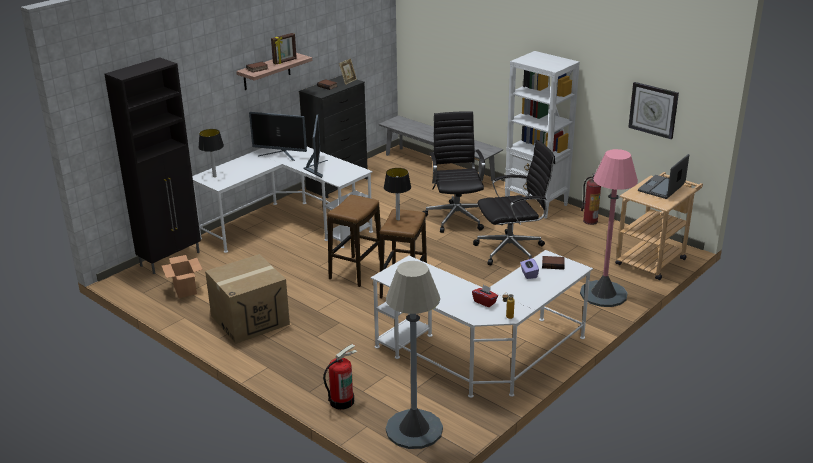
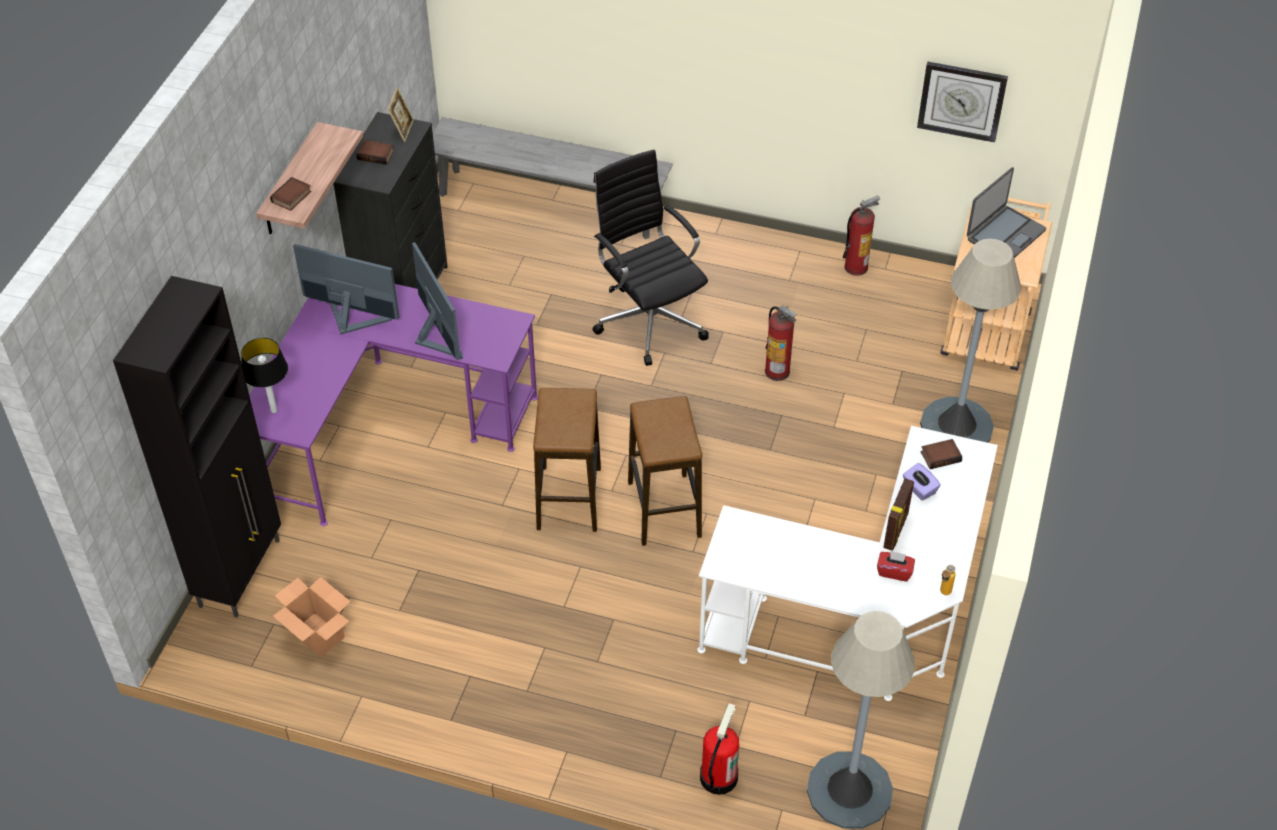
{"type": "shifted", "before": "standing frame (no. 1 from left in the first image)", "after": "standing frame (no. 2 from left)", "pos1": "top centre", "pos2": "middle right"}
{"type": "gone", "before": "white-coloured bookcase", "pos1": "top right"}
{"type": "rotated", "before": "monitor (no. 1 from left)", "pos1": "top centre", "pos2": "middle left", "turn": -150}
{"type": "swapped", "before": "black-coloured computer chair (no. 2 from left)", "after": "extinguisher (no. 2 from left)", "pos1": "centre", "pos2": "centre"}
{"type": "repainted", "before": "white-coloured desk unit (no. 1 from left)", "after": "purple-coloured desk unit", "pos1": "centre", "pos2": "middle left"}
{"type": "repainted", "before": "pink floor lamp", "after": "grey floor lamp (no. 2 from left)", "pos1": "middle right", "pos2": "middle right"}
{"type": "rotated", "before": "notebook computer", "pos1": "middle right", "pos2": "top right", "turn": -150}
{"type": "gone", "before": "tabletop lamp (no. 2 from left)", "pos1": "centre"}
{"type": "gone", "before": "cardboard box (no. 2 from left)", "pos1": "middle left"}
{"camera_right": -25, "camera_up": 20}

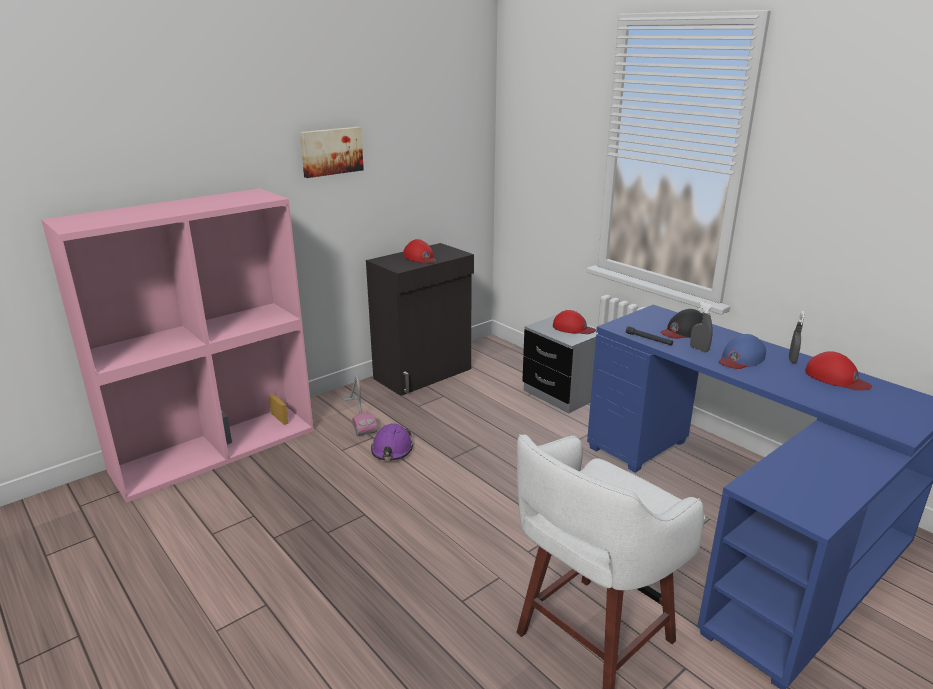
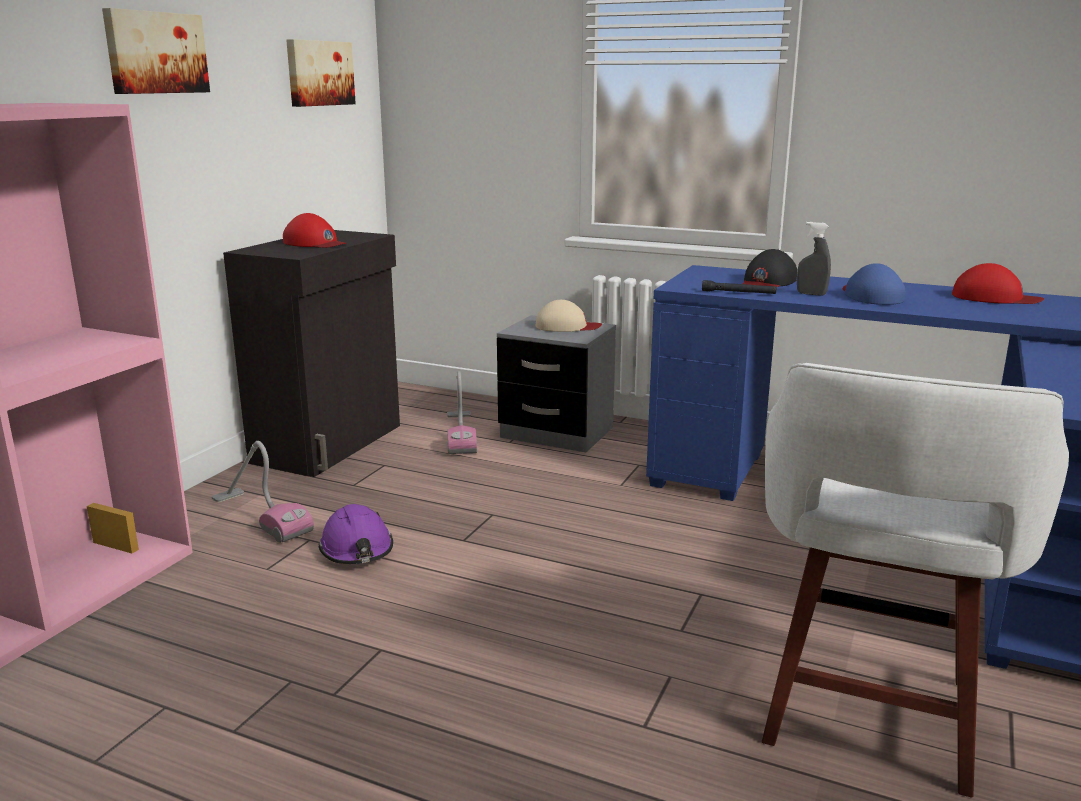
{"type": "repainted", "before": "red-coloured baseball cap (no. 2 from left)", "after": "sand-coloured baseball cap", "pos1": "centre", "pos2": "centre"}
{"type": "gone", "before": "grey hand sprayer (no. 2 from left)", "pos1": "middle right"}
{"type": "rotated", "before": "blue baseball cap", "pos1": "middle right", "pos2": "middle right", "turn": 150}
{"type": "new", "after": "wall picture (no. 2 from left)", "pos2": "top left"}
{"type": "new", "after": "vacuum (no. 2 from left)", "pos2": "centre"}
{"camera_right": -25, "camera_up": -5}

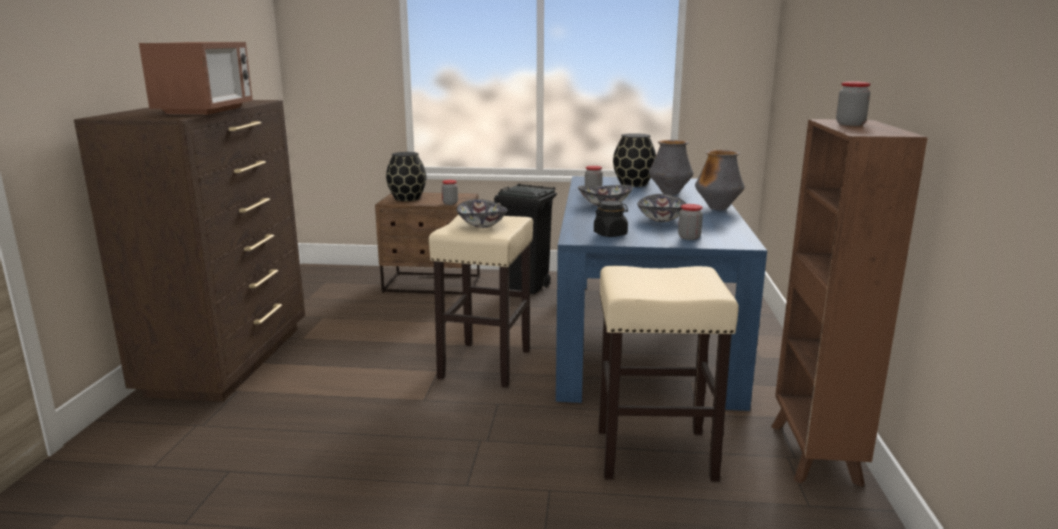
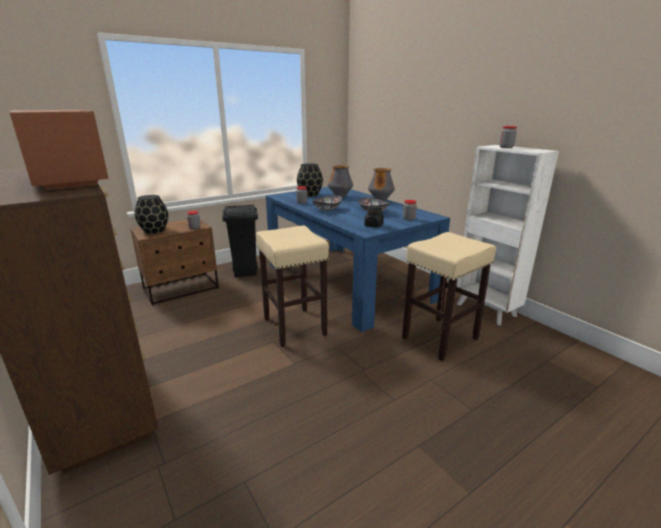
{"type": "repainted", "before": "brownish bookcase", "after": "white-coloured bookcase", "pos1": "middle right", "pos2": "middle right"}
{"type": "gone", "before": "serving bowl (no. 1 from left)", "pos1": "centre"}
{"camera_right": -40, "camera_up": 5}

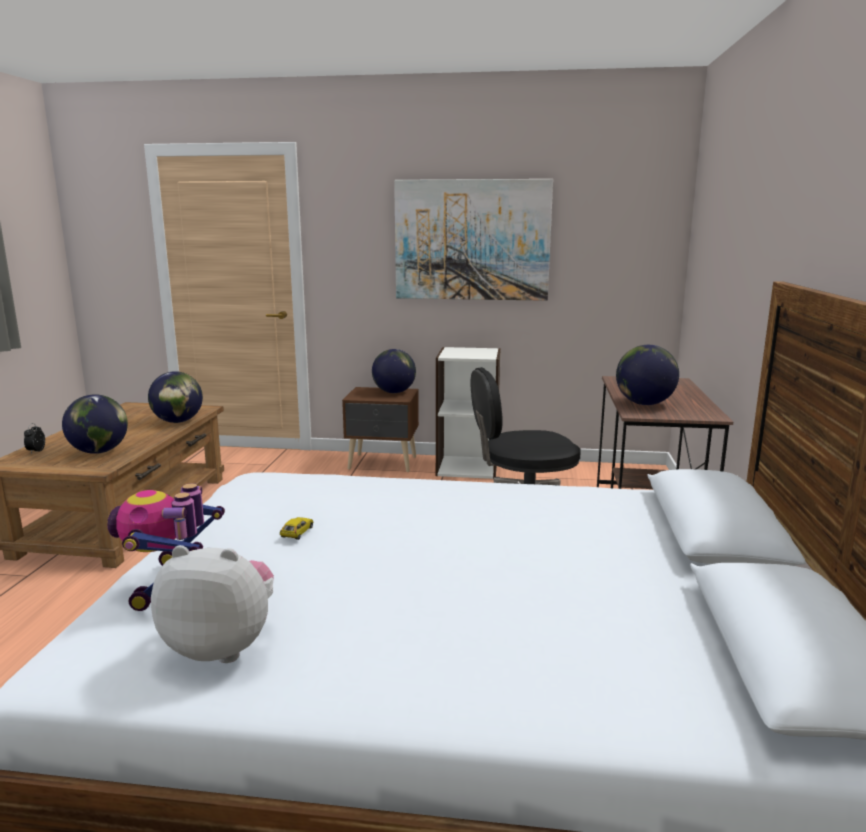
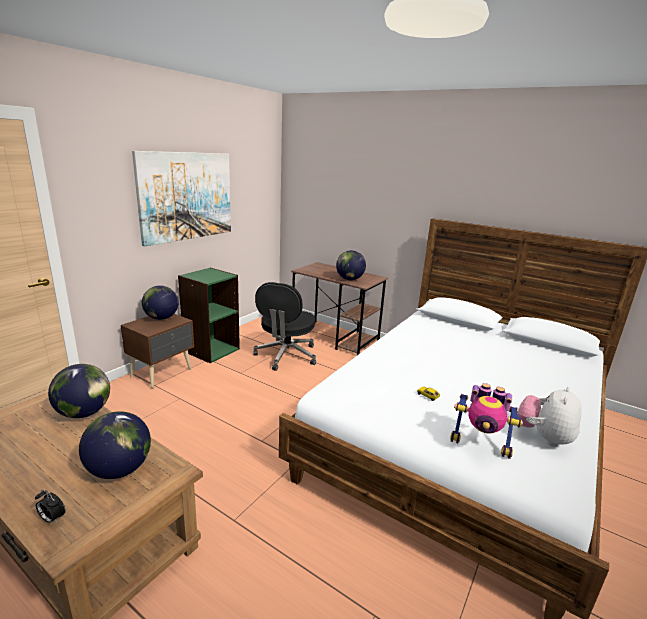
{"type": "repainted", "before": "white-coloured bookcase", "after": "greenish bookcase", "pos1": "centre", "pos2": "middle left"}
{"camera_right": -65, "camera_up": 5}

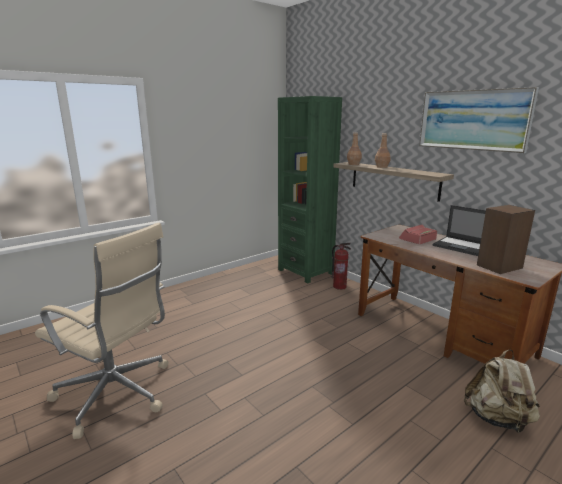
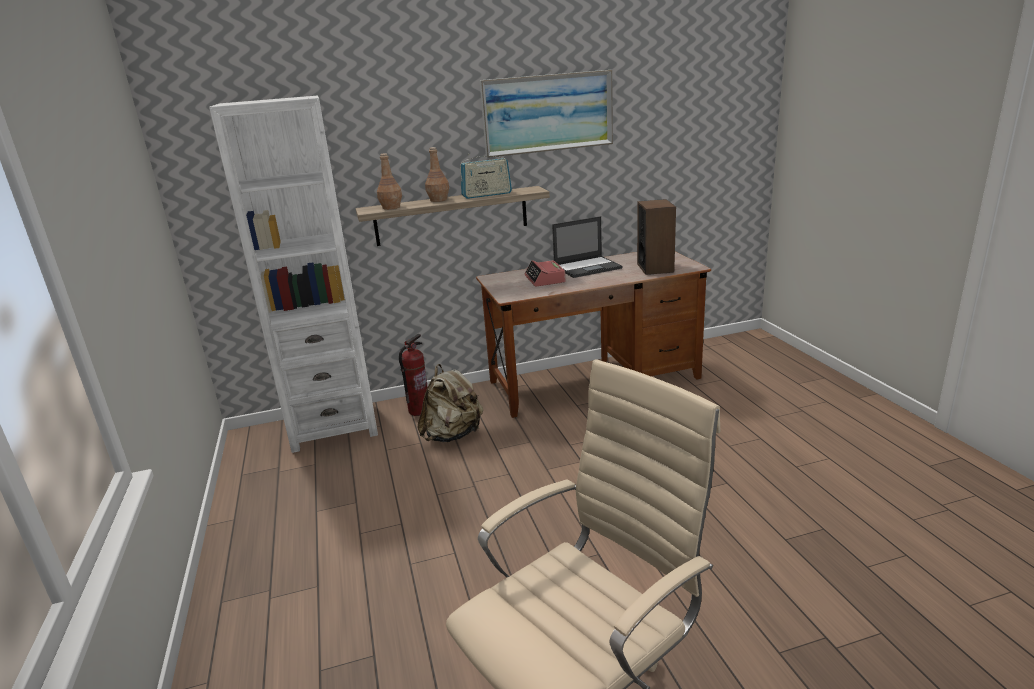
{"type": "repainted", "before": "greenish bookcase", "after": "white-coloured bookcase", "pos1": "centre", "pos2": "middle left"}
{"type": "shifted", "before": "sand-coloured knapsack", "pos1": "bottom right", "pos2": "centre"}
{"type": "new", "after": "radio receiver", "pos2": "top centre"}
{"camera_right": -65, "camera_up": 5}

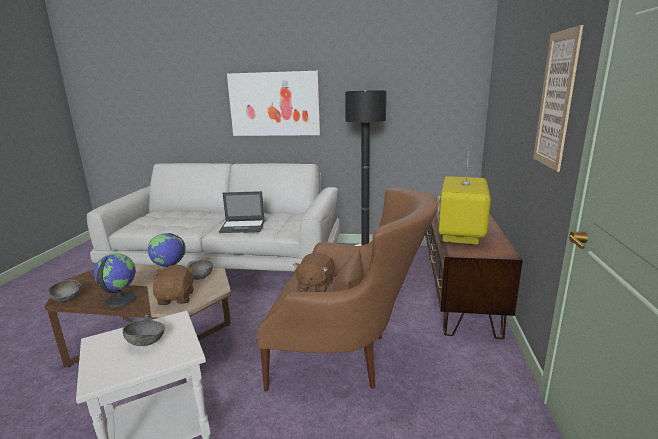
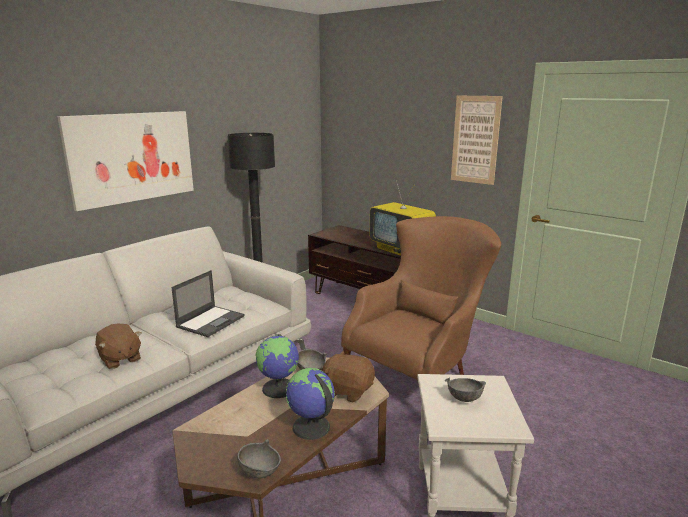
{"type": "shifted", "before": "brownish plush toy (no. 2 from left in the first image)", "after": "brownish plush toy (no. 1 from left)", "pos1": "centre", "pos2": "bottom left"}
{"camera_right": -60, "camera_up": 0}

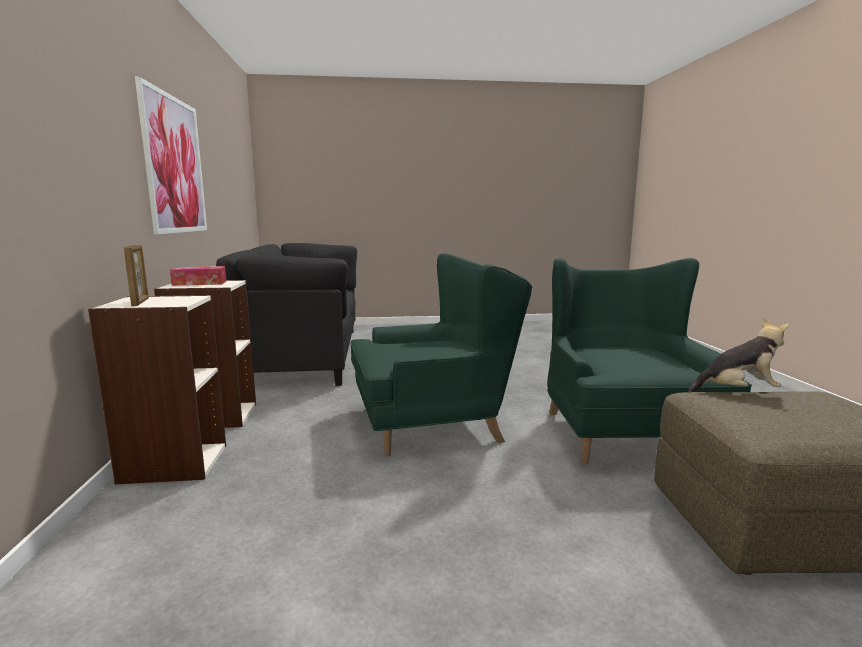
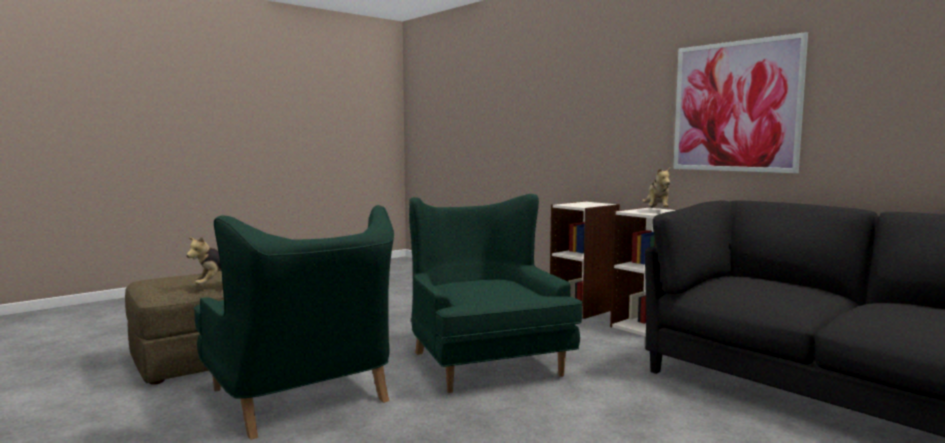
{"type": "gone", "before": "standing frame", "pos1": "middle left"}
{"type": "rotated", "before": "greenish easy chair (no. 1 from left in the first image)", "pos1": "centre", "pos2": "centre", "turn": 120}
{"type": "swapped", "before": "box of tissues", "after": "plush toy (no. 2 from left)", "pos1": "middle left", "pos2": "middle right"}
{"camera_right": 145, "camera_up": -5}

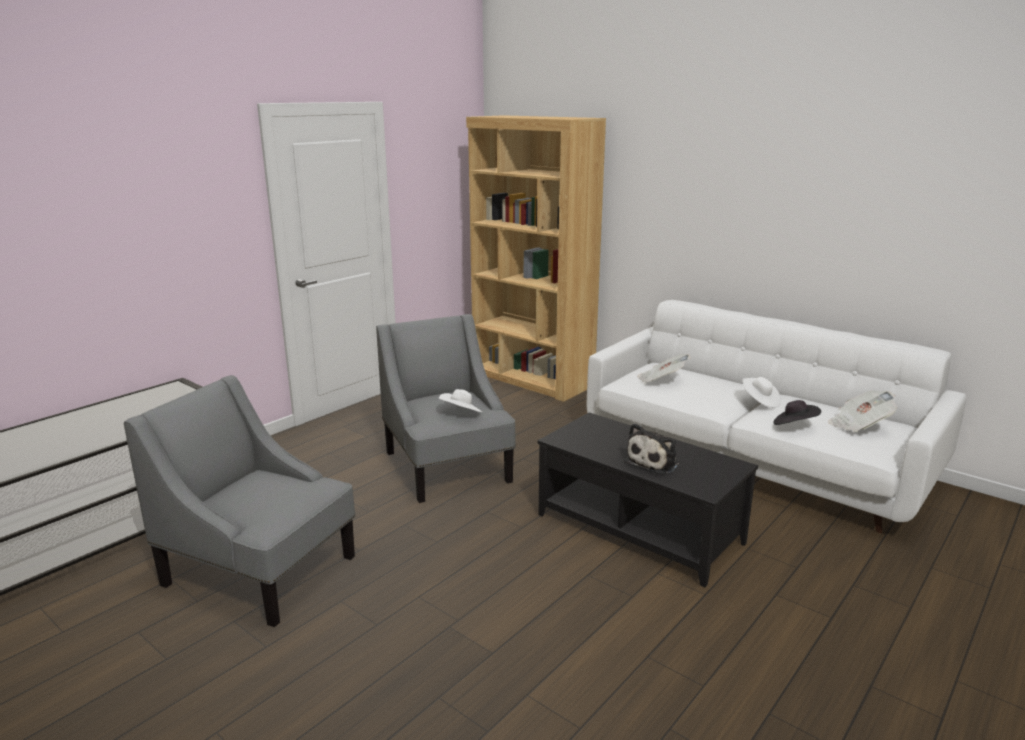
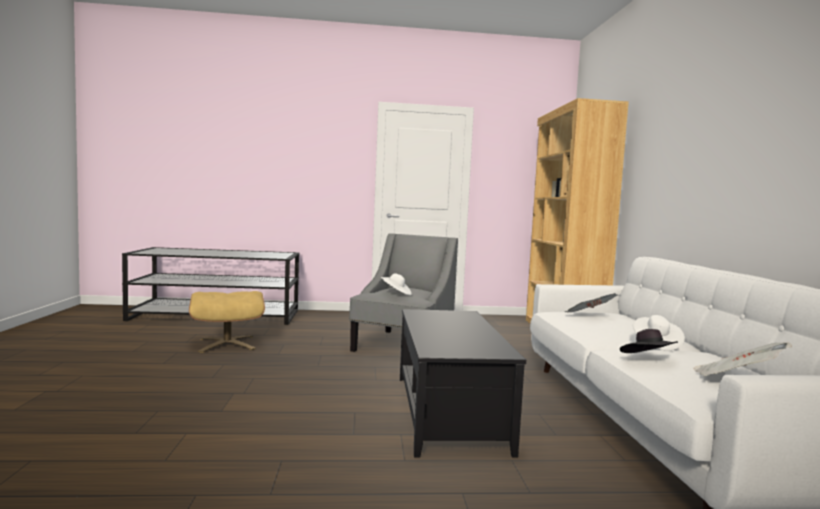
{"type": "swapped", "before": "grey easy chair (no. 1 from left)", "after": "sand-coloured ottoman", "pos1": "bottom left", "pos2": "middle left"}
{"type": "gone", "before": "plush toy", "pos1": "centre"}
{"camera_right": 45, "camera_up": -15}

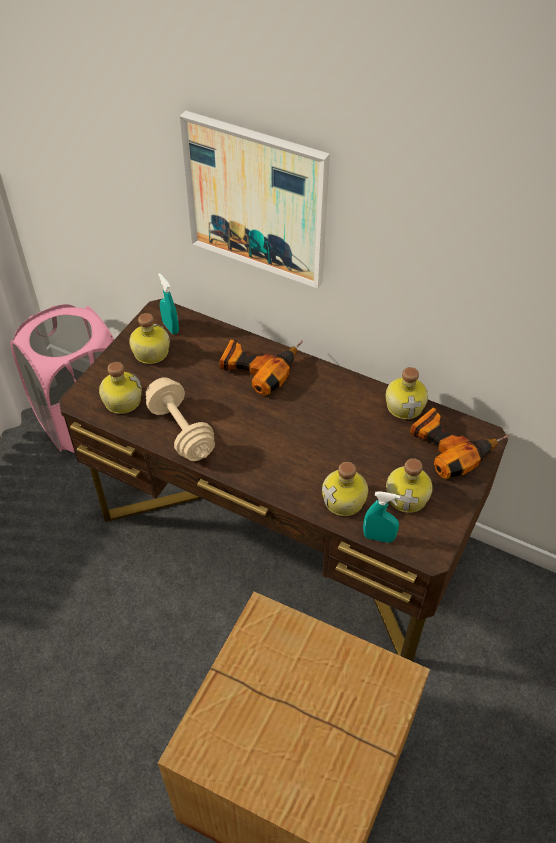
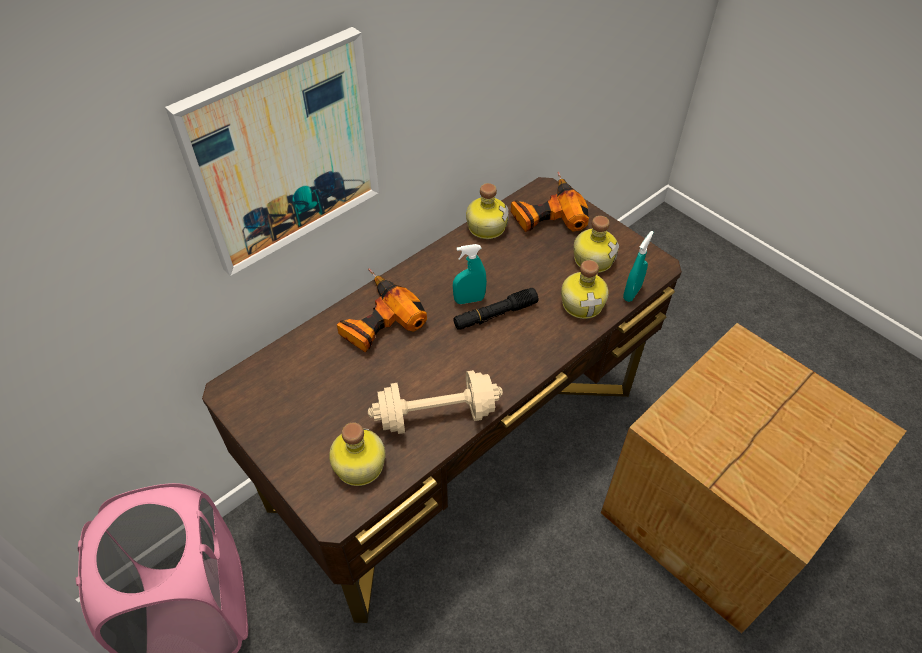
{"type": "shifted", "before": "turquoise-coloured hand sprayer (no. 1 from left)", "pos1": "middle left", "pos2": "centre"}
{"type": "gone", "before": "drink bottle (no. 2 from left)", "pos1": "middle left"}
{"type": "new", "after": "black-coloured torch", "pos2": "centre"}
{"camera_right": -70, "camera_up": 0}

